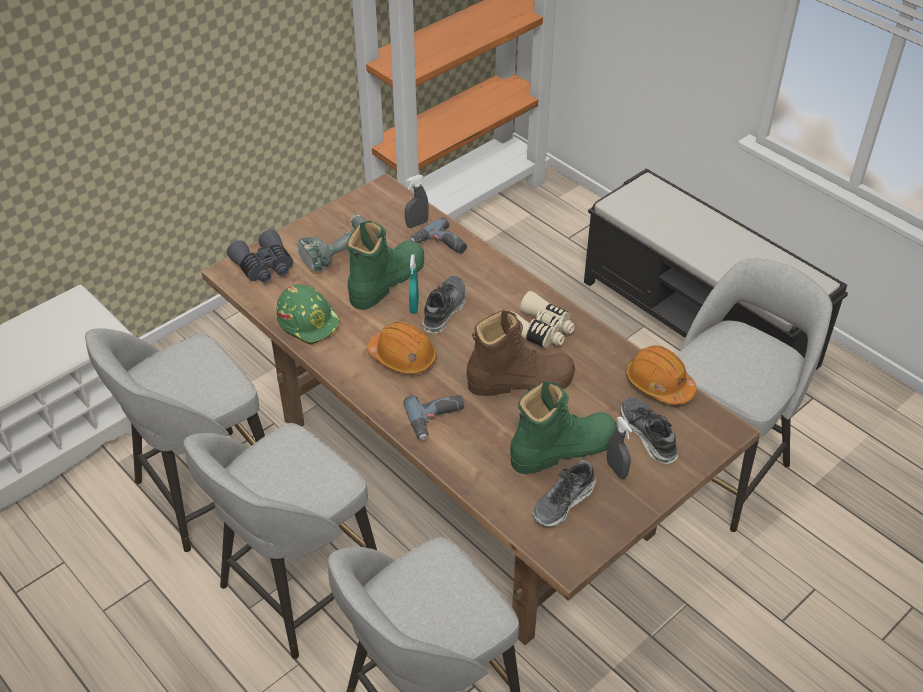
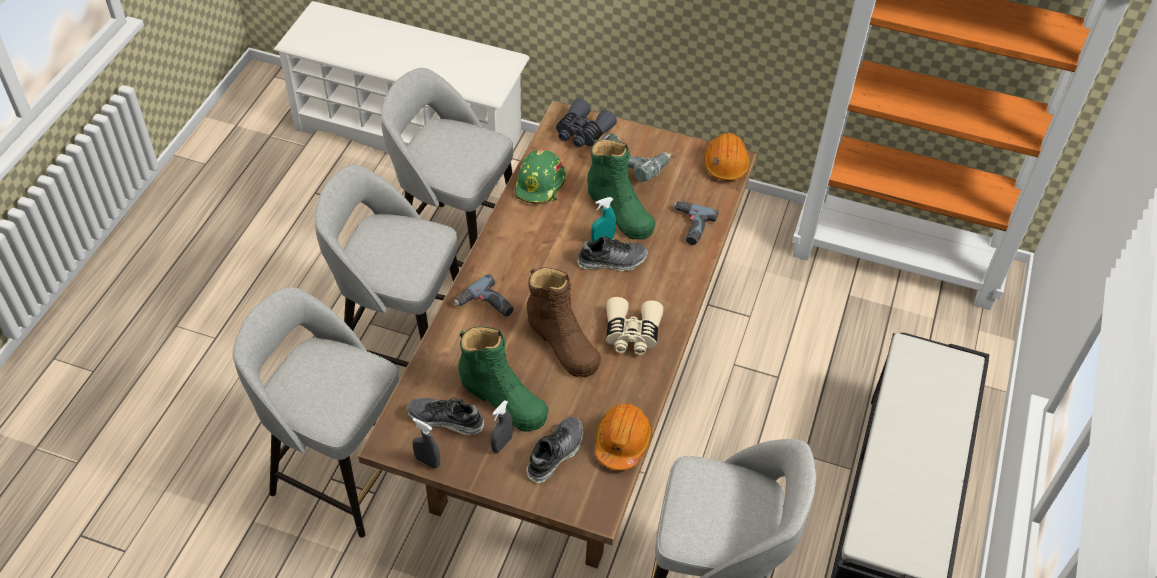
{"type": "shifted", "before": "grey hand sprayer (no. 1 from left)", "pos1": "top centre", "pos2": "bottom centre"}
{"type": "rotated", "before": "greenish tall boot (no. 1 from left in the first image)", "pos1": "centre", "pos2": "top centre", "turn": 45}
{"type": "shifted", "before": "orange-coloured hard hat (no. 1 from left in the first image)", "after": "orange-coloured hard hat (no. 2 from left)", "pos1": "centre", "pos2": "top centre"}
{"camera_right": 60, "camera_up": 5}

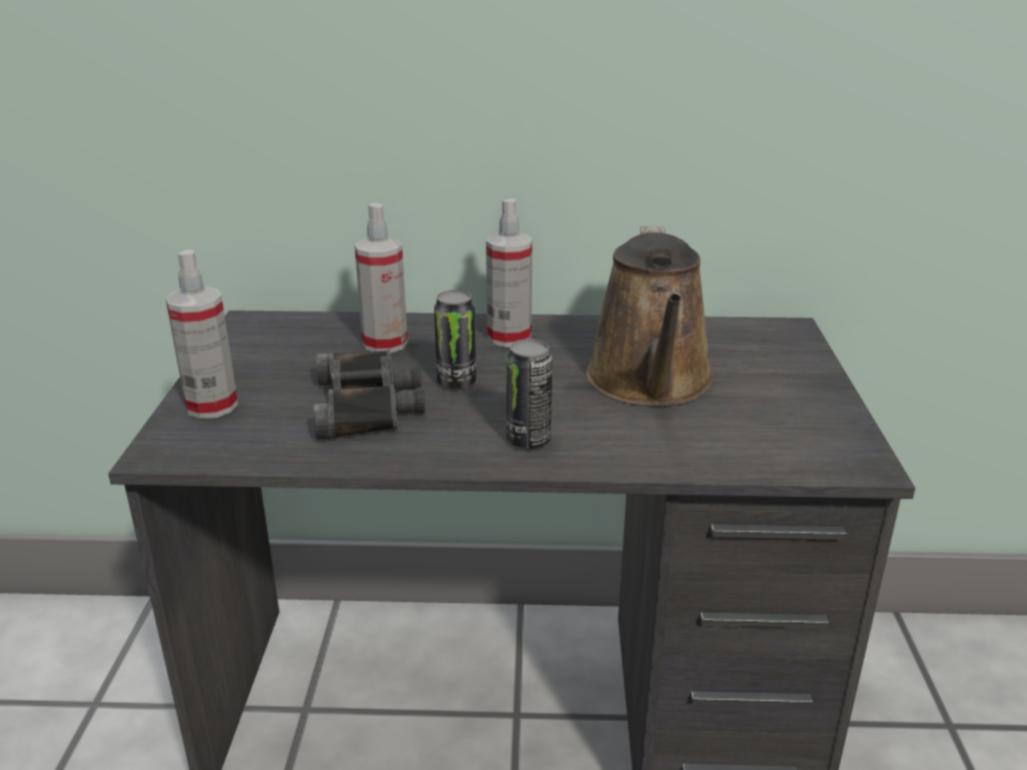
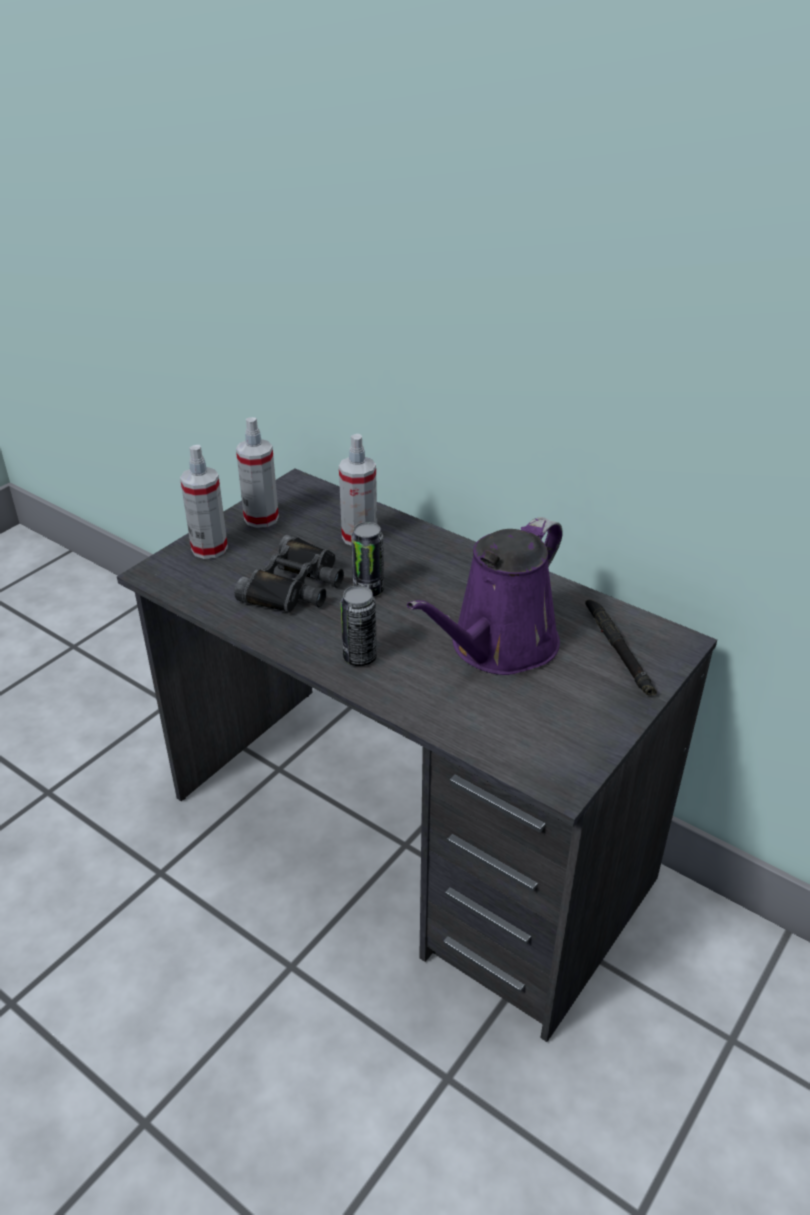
{"type": "shifted", "before": "hand sprayer (no. 3 from left in the first image)", "after": "hand sprayer (no. 2 from left)", "pos1": "centre", "pos2": "middle left"}
{"type": "repainted", "before": "brownish watering can", "after": "purple-coloured watering can", "pos1": "centre", "pos2": "centre"}
{"type": "new", "after": "black-coloured torch", "pos2": "middle right"}
{"camera_right": 35, "camera_up": 10}

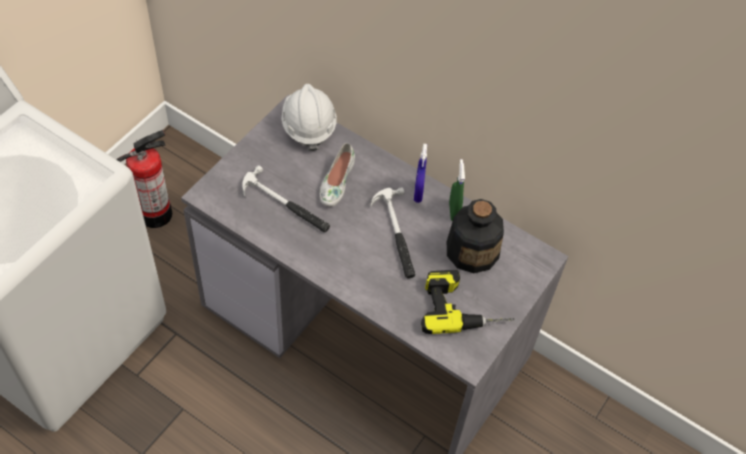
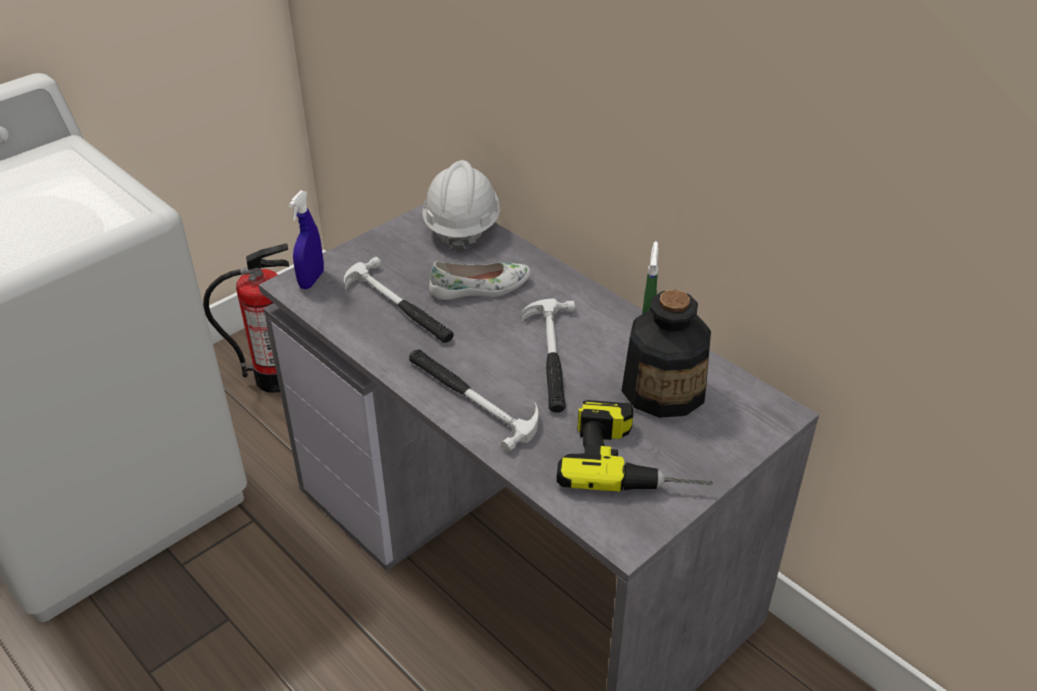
{"type": "rotated", "before": "white-coloured low shoe", "pos1": "centre", "pos2": "centre", "turn": -135}
{"type": "shifted", "before": "blue hand sprayer", "pos1": "centre", "pos2": "middle left"}
{"type": "new", "after": "hand hammer (no. 2 from left)", "pos2": "centre"}
{"camera_right": 15, "camera_up": -15}

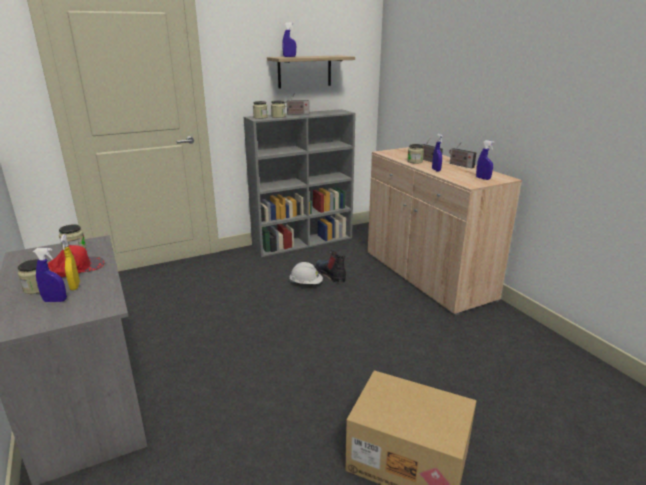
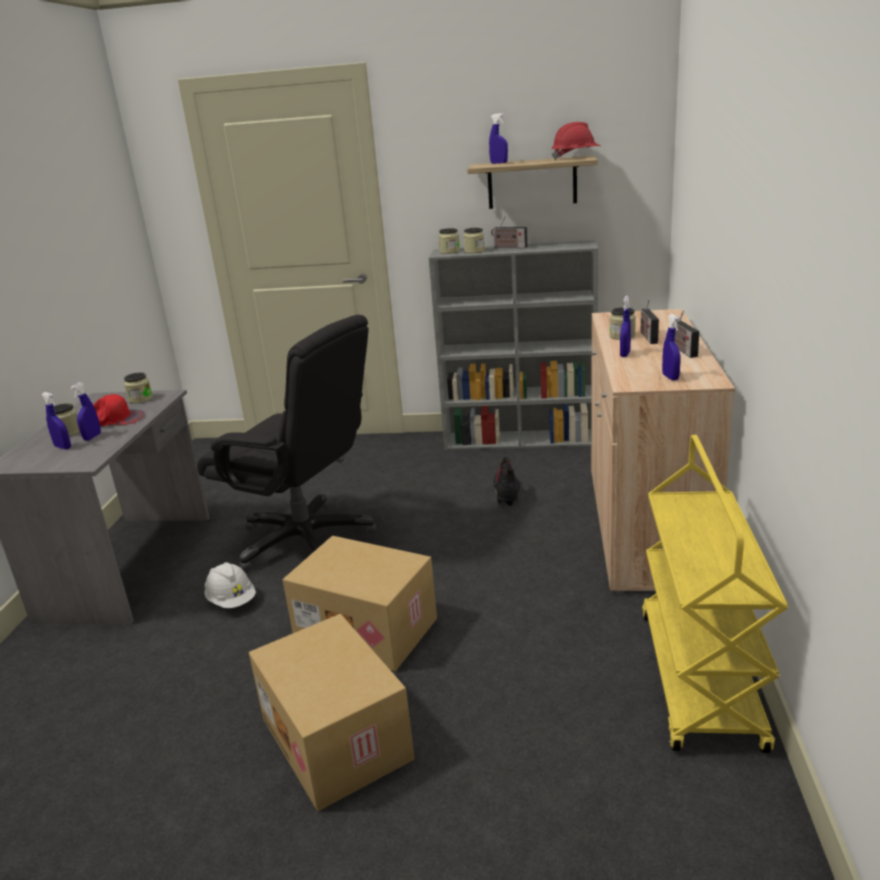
{"type": "repainted", "before": "yellowish hand sprayer", "after": "blue hand sprayer (no. 2 from left)", "pos1": "middle left", "pos2": "middle left"}
{"type": "shifted", "before": "white-coloured hard hat", "pos1": "centre", "pos2": "middle left"}
{"type": "new", "after": "red-coloured hard hat", "pos2": "top centre"}
{"type": "new", "after": "black-coloured computer chair", "pos2": "middle left"}
{"type": "new", "after": "yellowish cart", "pos2": "bottom right"}
{"type": "new", "after": "cardboard box (no. 2 from left)", "pos2": "bottom centre"}
{"camera_right": 35, "camera_up": 0}

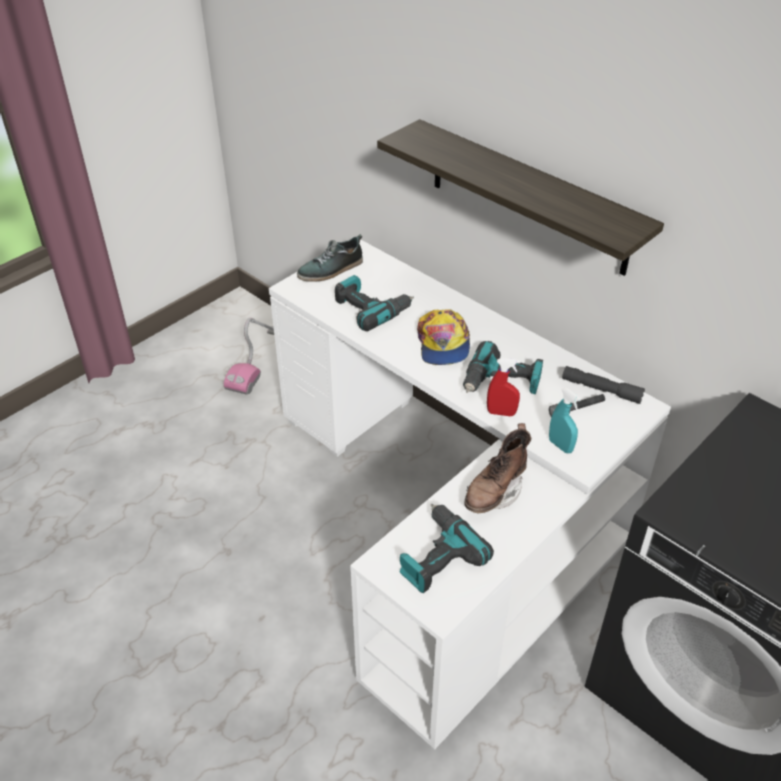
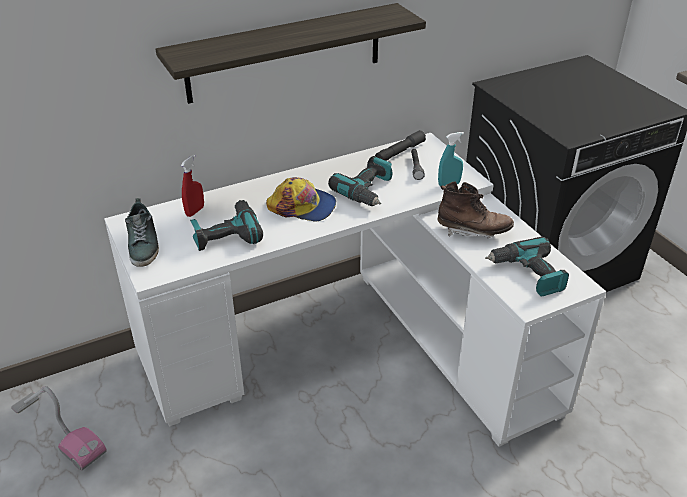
{"type": "shifted", "before": "red-coloured hand sprayer", "pos1": "centre", "pos2": "middle left"}
{"type": "rotated", "before": "brownish tall boot", "pos1": "centre", "pos2": "middle right", "turn": -45}
{"camera_right": -70, "camera_up": -5}

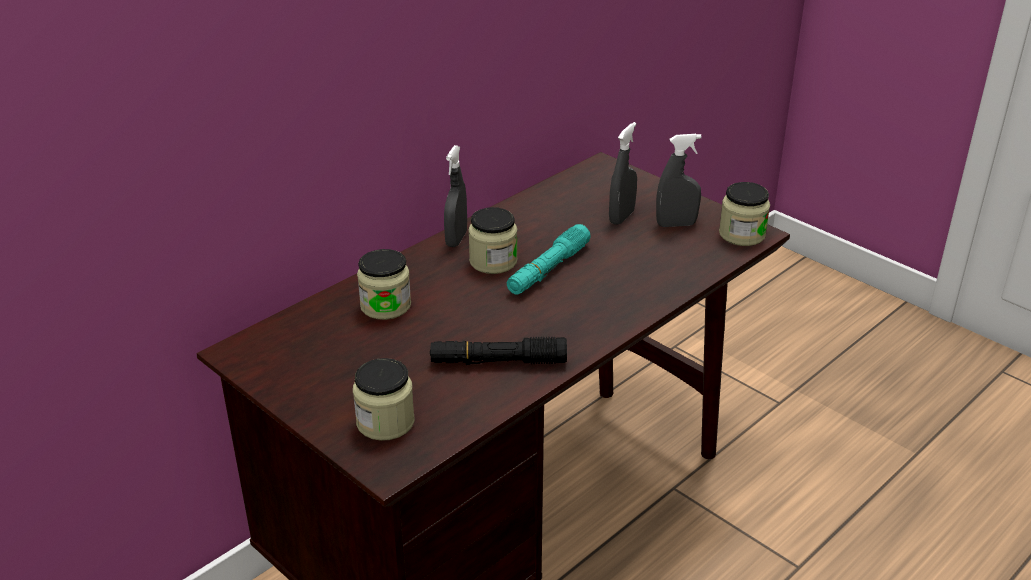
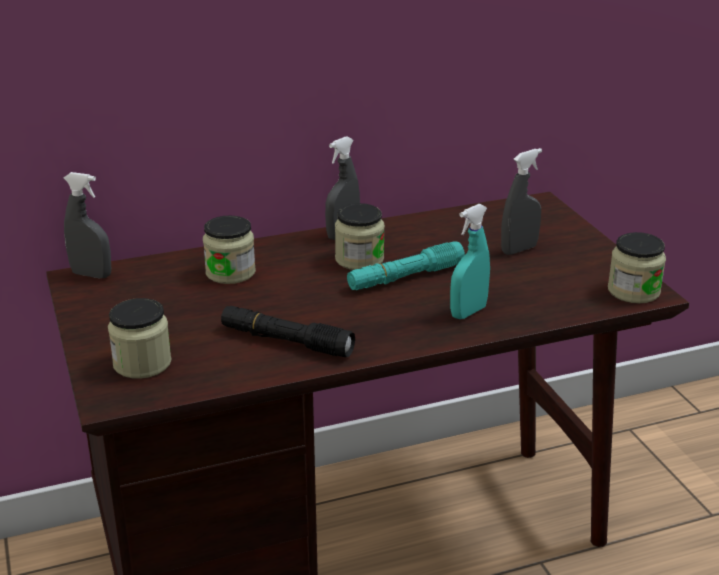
{"type": "shifted", "before": "grey hand sprayer (no. 3 from left in the first image)", "after": "grey hand sprayer (no. 1 from left)", "pos1": "top centre", "pos2": "middle left"}
{"type": "new", "after": "turquoise-coloured hand sprayer", "pos2": "centre"}
{"camera_right": 25, "camera_up": -5}

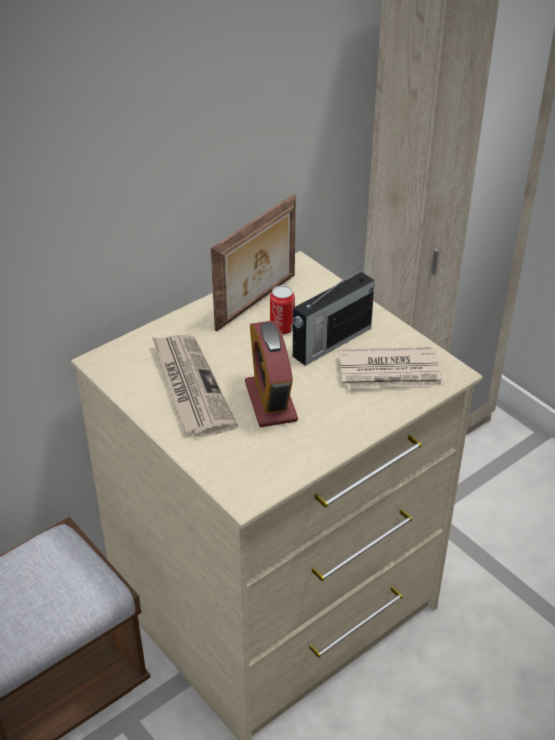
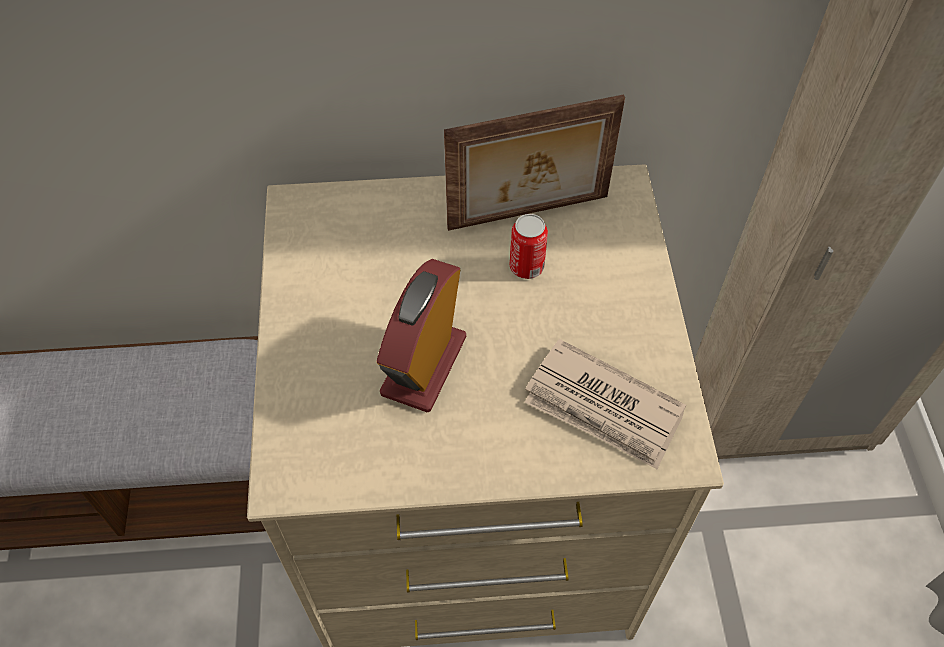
{"type": "gone", "before": "radio receiver", "pos1": "centre"}
{"type": "gone", "before": "daily paper (no. 1 from left)", "pos1": "centre"}
{"camera_right": 35, "camera_up": 15}

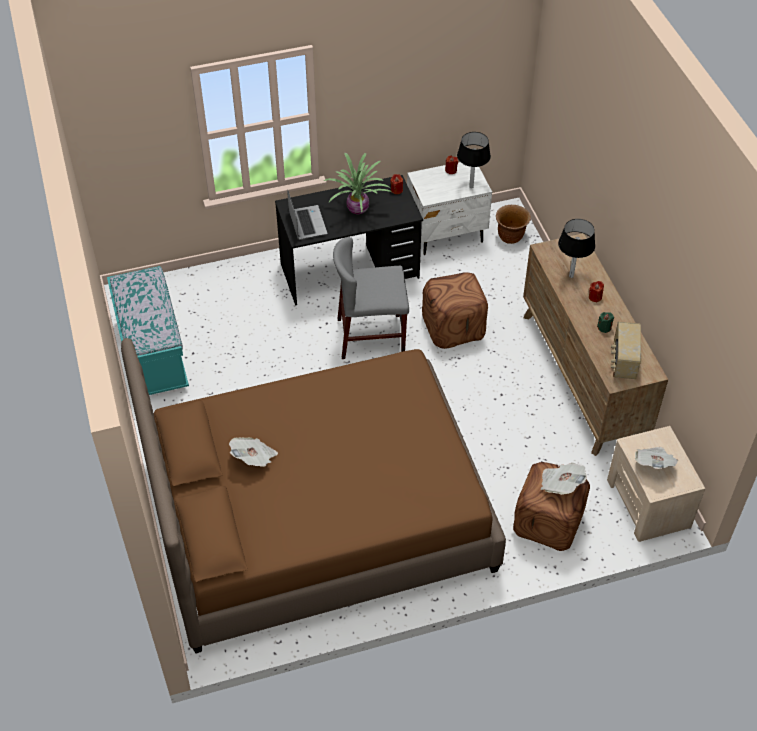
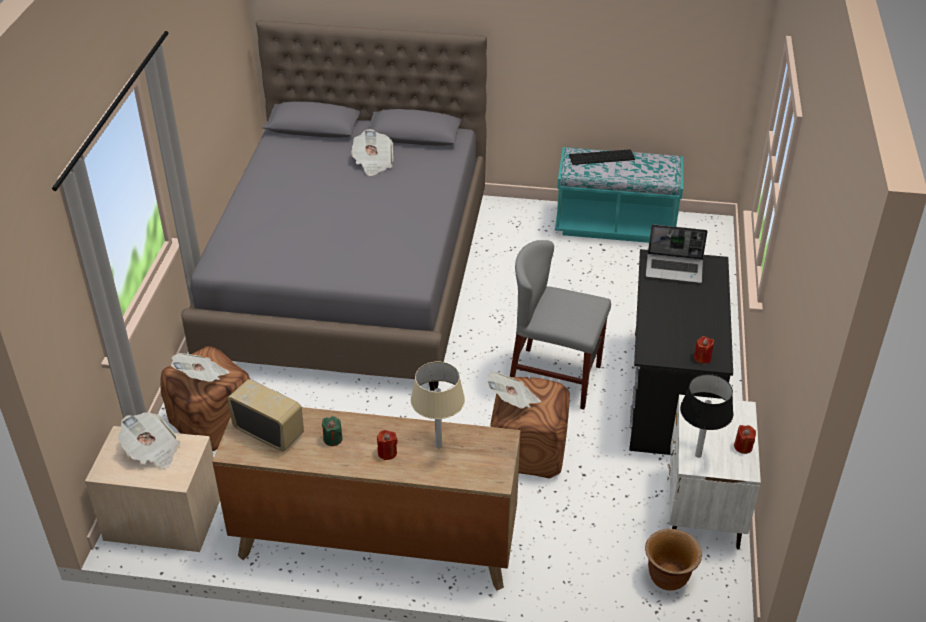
{"type": "gone", "before": "plant in a pot", "pos1": "top centre"}
{"type": "repainted", "before": "black-coloured tabletop lamp (no. 2 from left)", "after": "sand-coloured tabletop lamp", "pos1": "middle right", "pos2": "centre"}
{"type": "rotated", "before": "grey chair", "pos1": "centre", "pos2": "centre", "turn": -90}
{"type": "repainted", "before": "brownish sleeping bed", "after": "grey sleeping bed", "pos1": "bottom centre", "pos2": "top centre"}
{"type": "new", "after": "keyboard", "pos2": "top centre"}
{"type": "new", "after": "daily paper (no. 4 from left)", "pos2": "centre"}
{"camera_right": 115, "camera_up": -10}

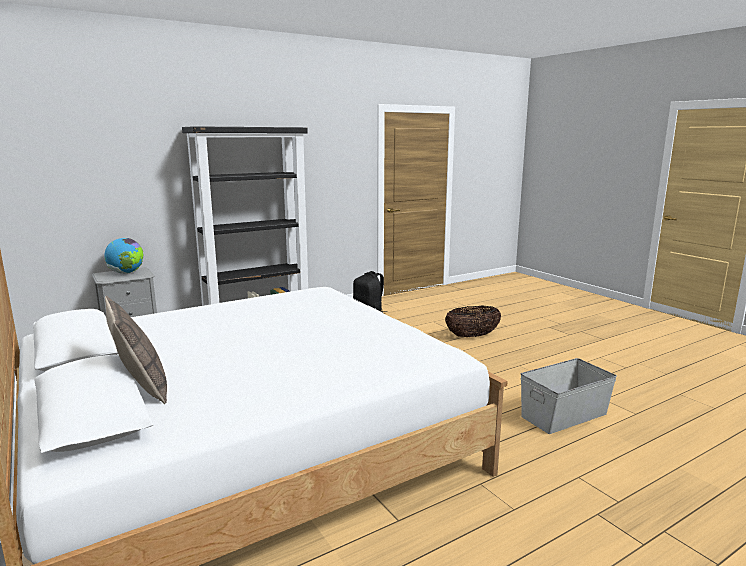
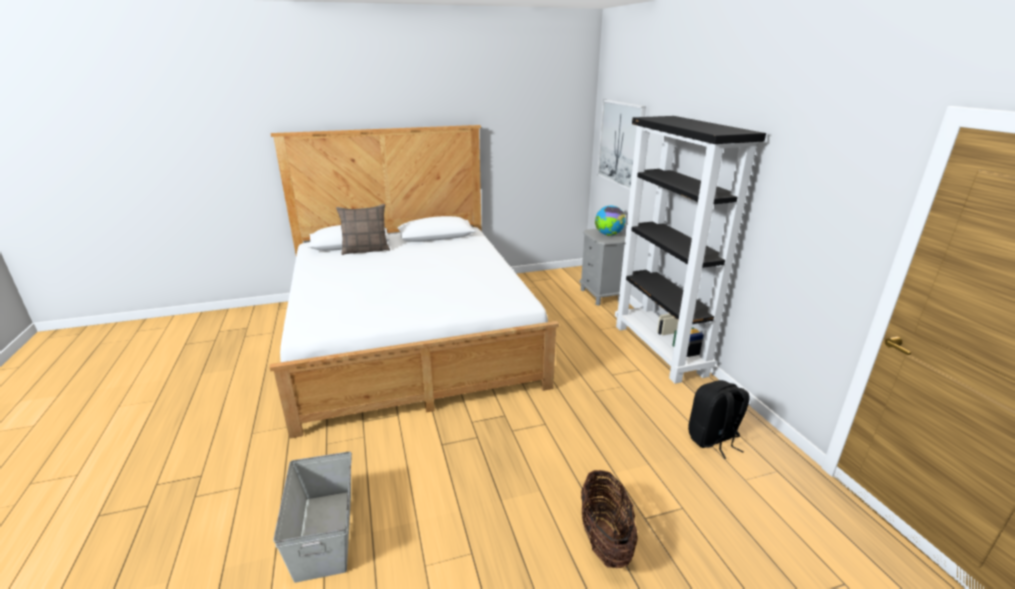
{"type": "new", "after": "wall picture", "pos2": "top centre"}
{"camera_right": 105, "camera_up": 10}

